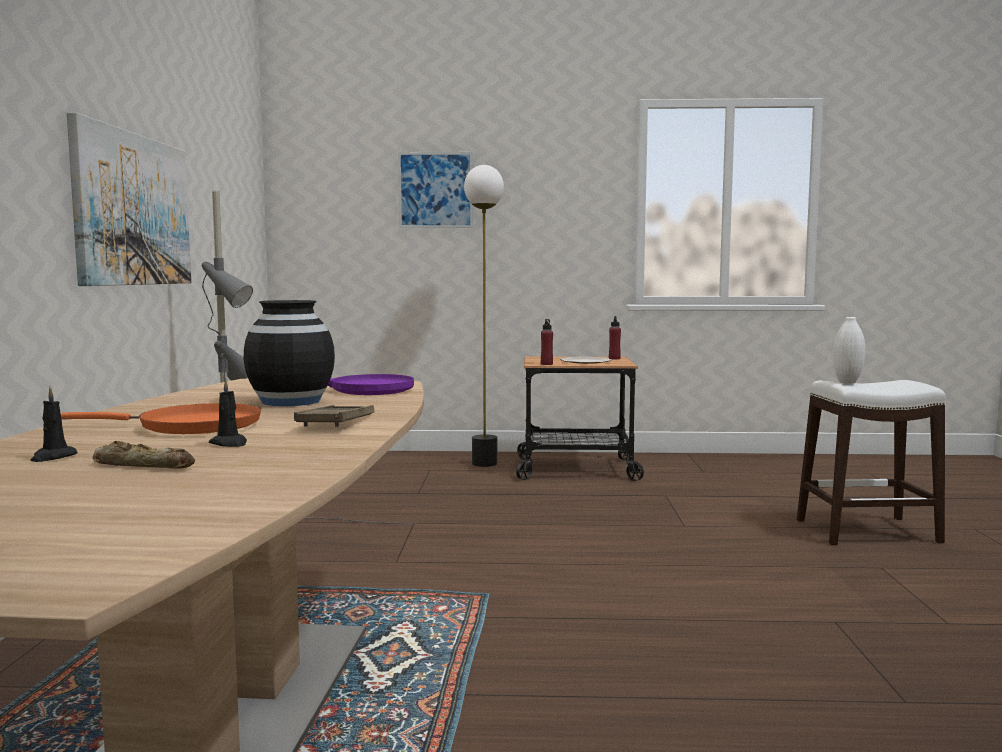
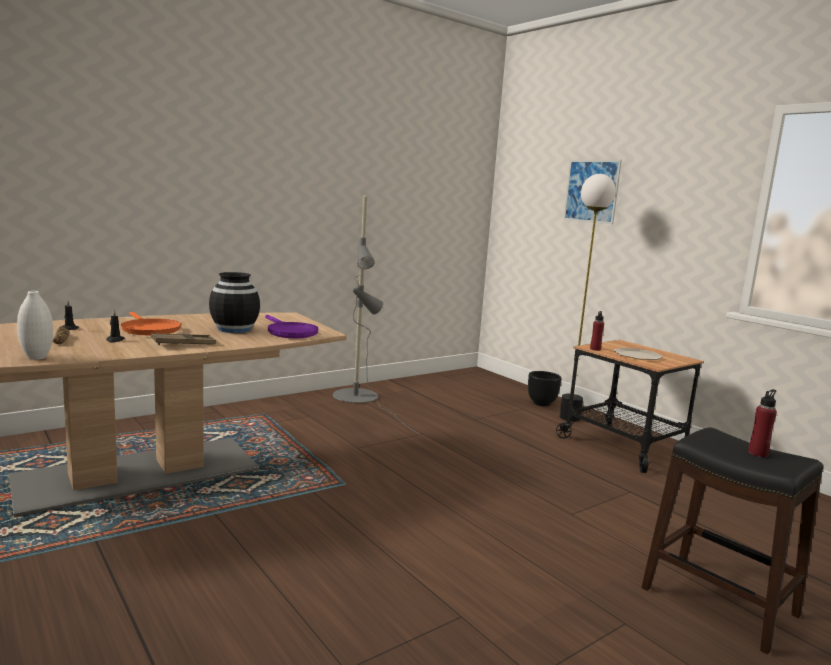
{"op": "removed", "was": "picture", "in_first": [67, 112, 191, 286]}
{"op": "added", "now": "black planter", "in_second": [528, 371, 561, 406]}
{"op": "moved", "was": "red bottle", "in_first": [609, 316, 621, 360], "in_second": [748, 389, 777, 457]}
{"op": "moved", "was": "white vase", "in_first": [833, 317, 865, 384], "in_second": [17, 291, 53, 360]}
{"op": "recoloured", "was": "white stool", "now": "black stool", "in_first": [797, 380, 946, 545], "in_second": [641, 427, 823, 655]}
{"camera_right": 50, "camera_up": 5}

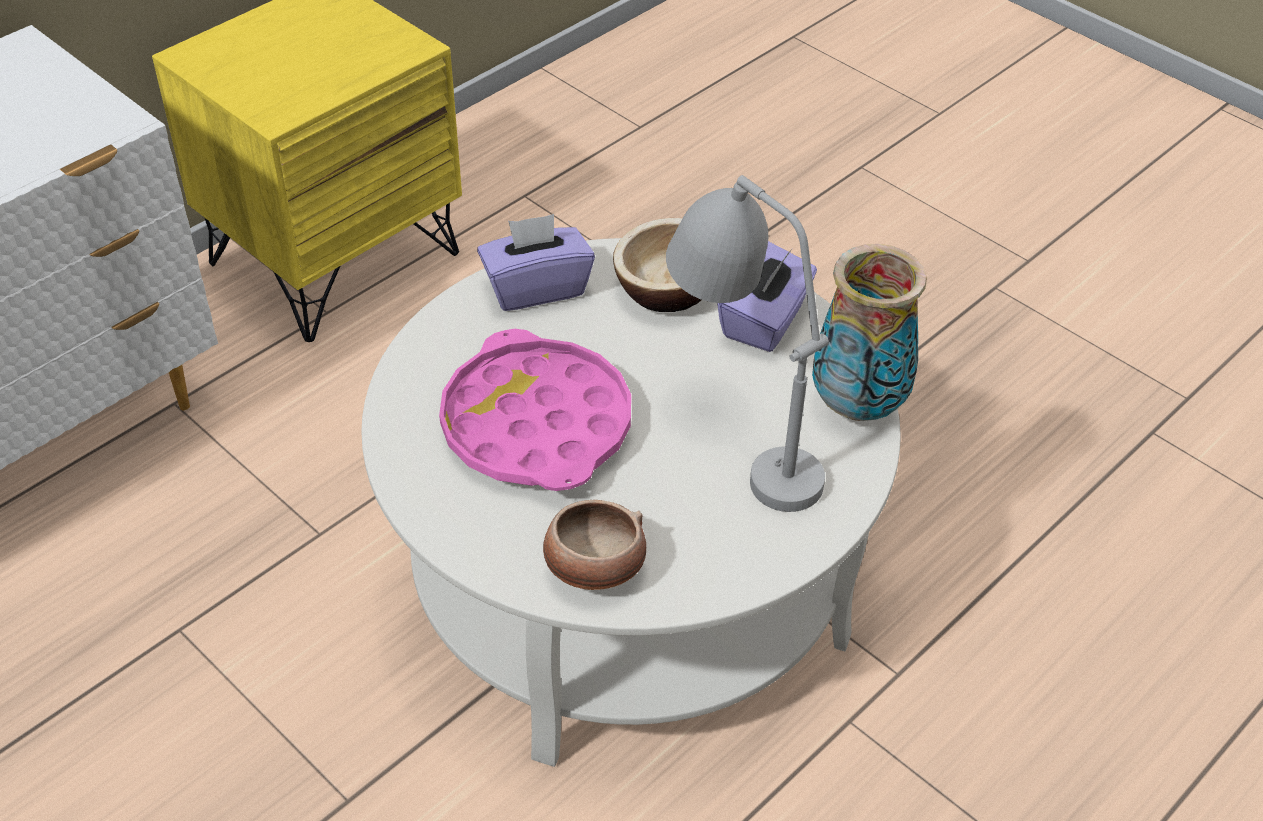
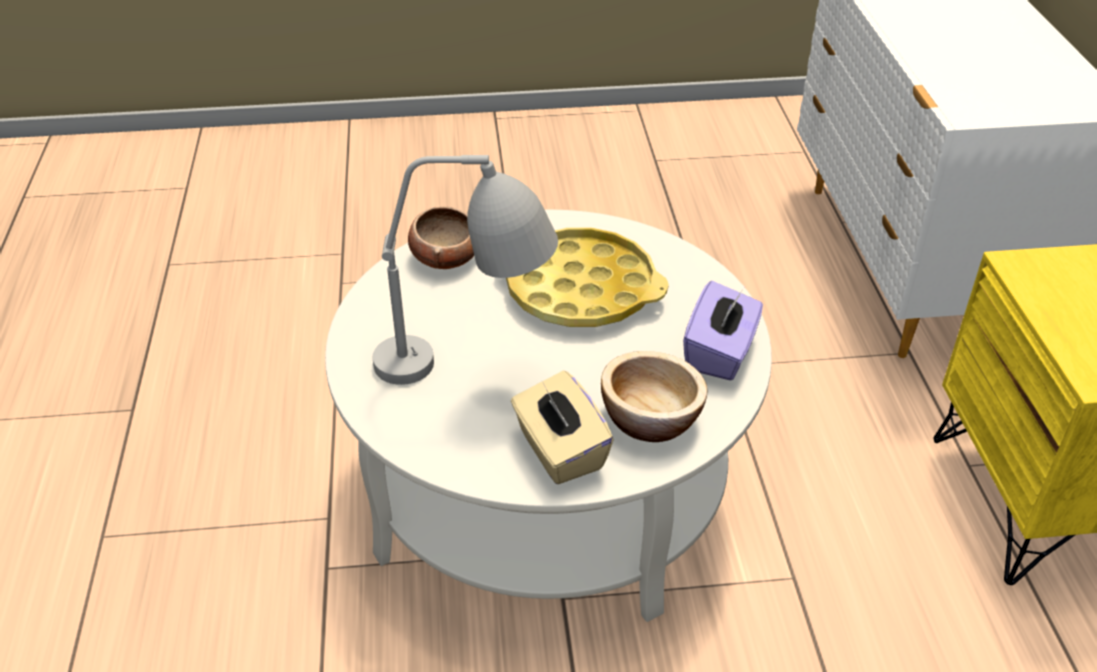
{"op": "removed", "was": "vase", "in_first": [812, 244, 927, 421]}
{"op": "recoloured", "was": "pink tray", "now": "yellow tray", "in_first": [439, 329, 631, 491], "in_second": [506, 228, 669, 327]}
{"op": "recoloured", "was": "purple tissue box", "now": "beige tissue box", "in_first": [717, 241, 817, 352], "in_second": [511, 371, 614, 484]}
{"camera_right": 130, "camera_up": -5}

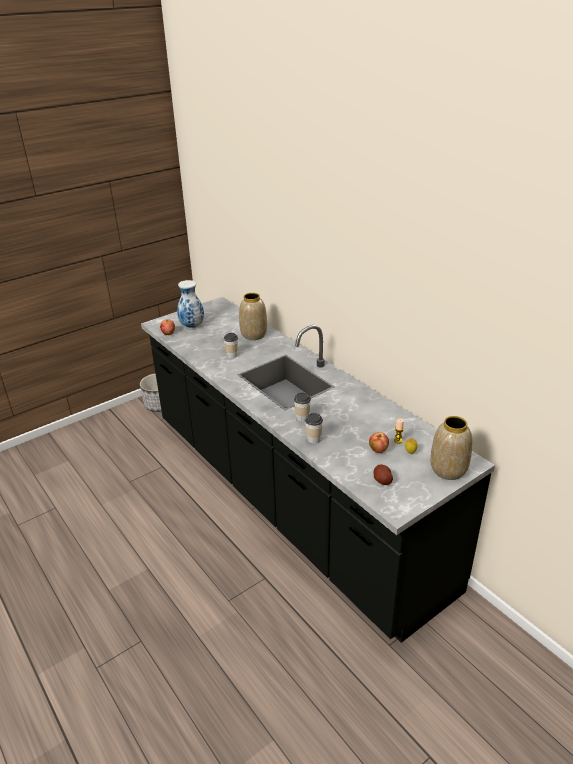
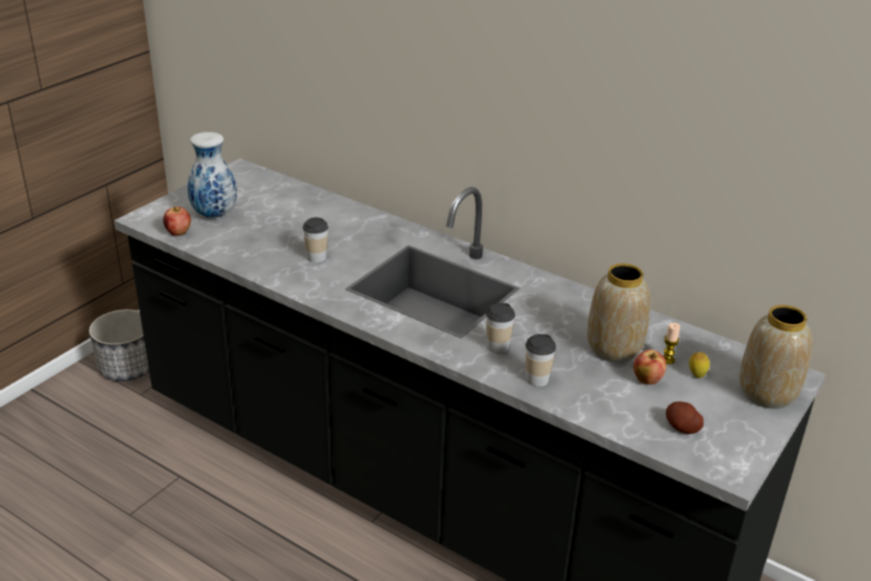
{"op": "moved", "was": "vase", "in_first": [239, 293, 267, 340], "in_second": [587, 263, 650, 363]}
{"camera_right": -20, "camera_up": 0}

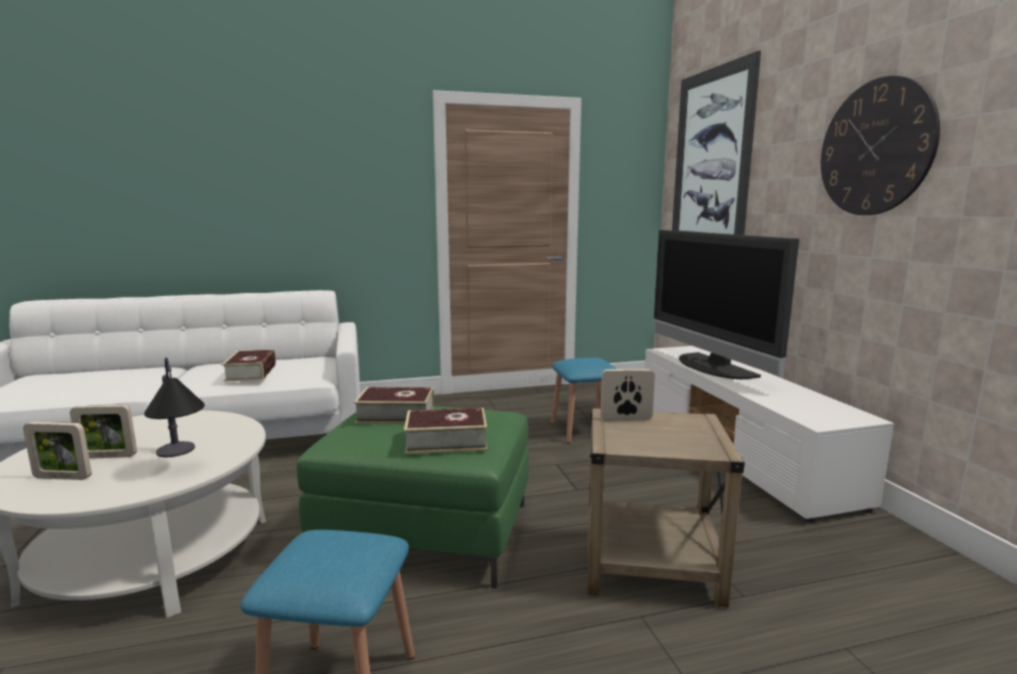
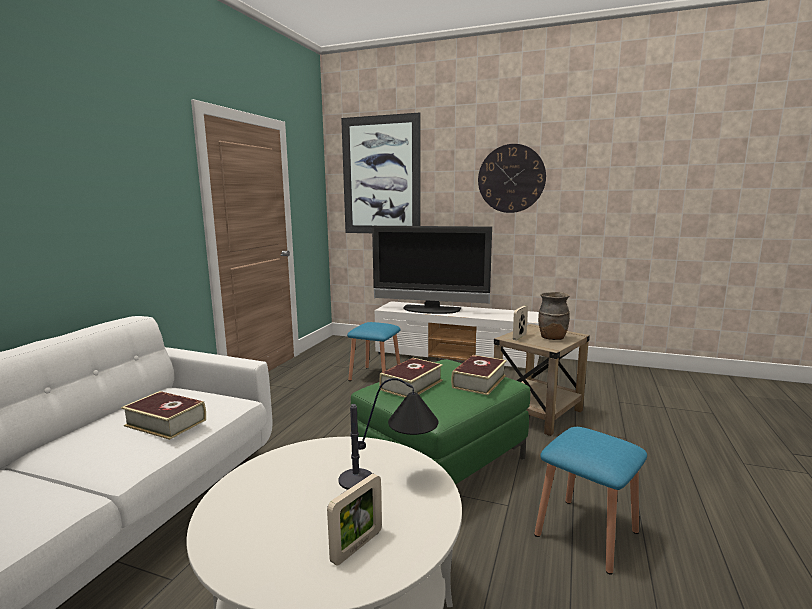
{"op": "removed", "was": "picture frame", "in_first": [70, 405, 137, 459]}
{"op": "added", "now": "brown vase", "in_second": [538, 292, 570, 340]}
{"camera_right": -55, "camera_up": 0}

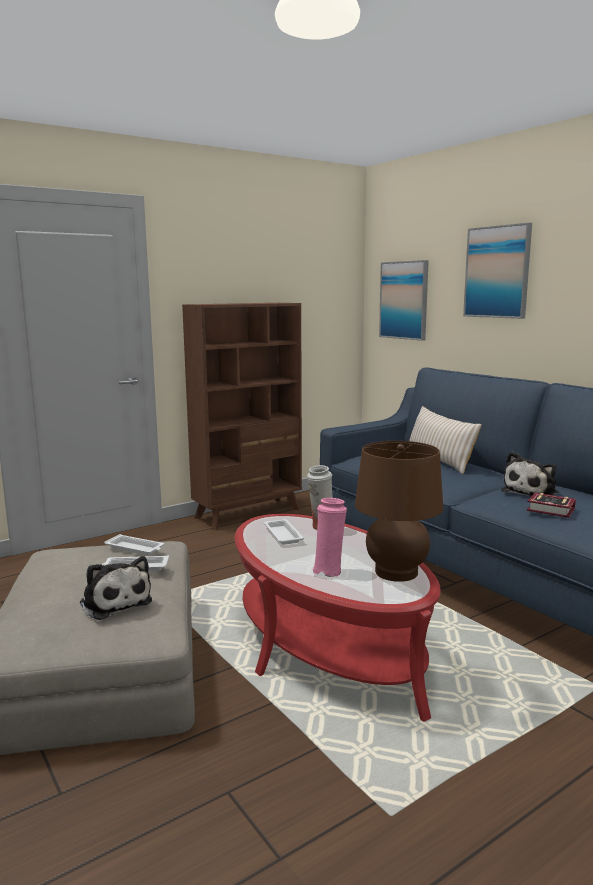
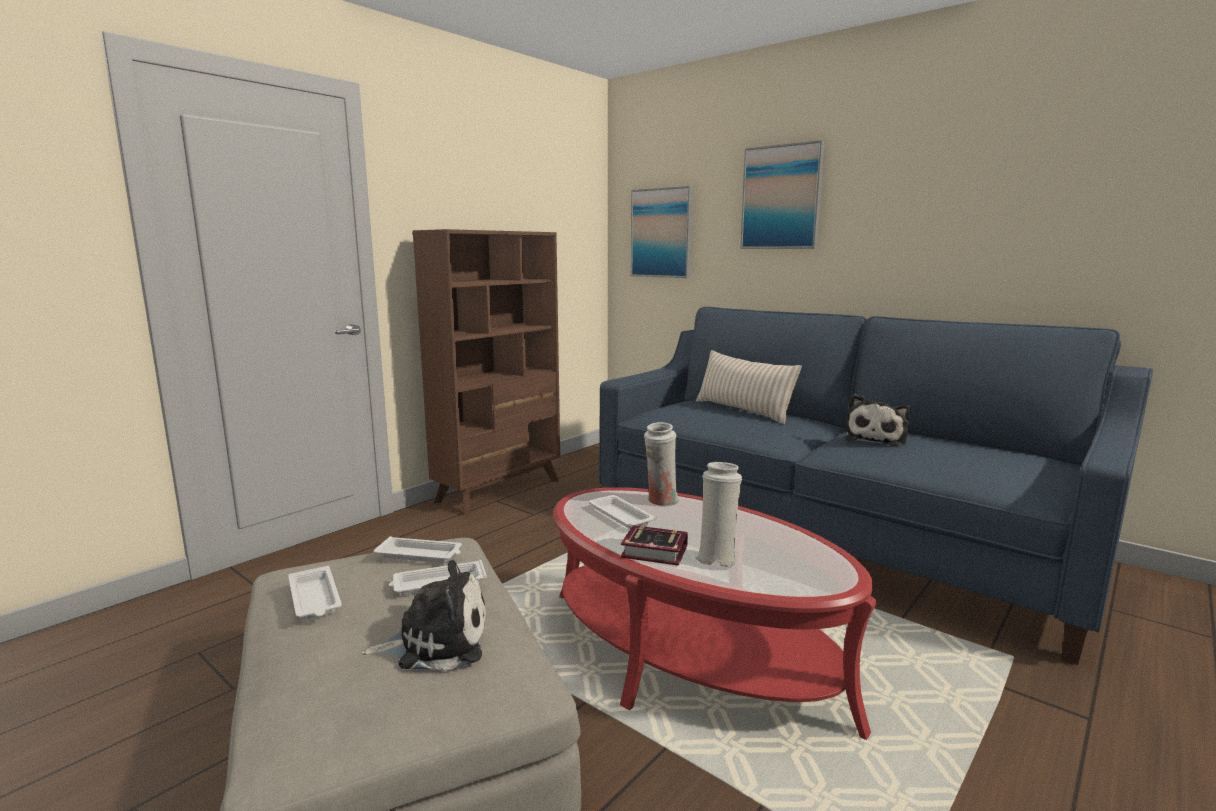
{"op": "removed", "was": "brown table lamp", "in_first": [355, 441, 443, 582]}
{"op": "added", "now": "white tray", "in_second": [288, 566, 342, 619]}
{"op": "moved", "was": "book", "in_first": [527, 493, 576, 518], "in_second": [621, 525, 688, 566]}
{"op": "recoloured", "was": "pink vase", "now": "white vase", "in_first": [313, 498, 347, 577], "in_second": [696, 462, 742, 567]}
{"op": "turned", "was": "plush toy", "in_first": [80, 556, 152, 620], "in_second": [362, 560, 486, 671], "clockwise": -45}
{"camera_right": -15, "camera_up": 0}

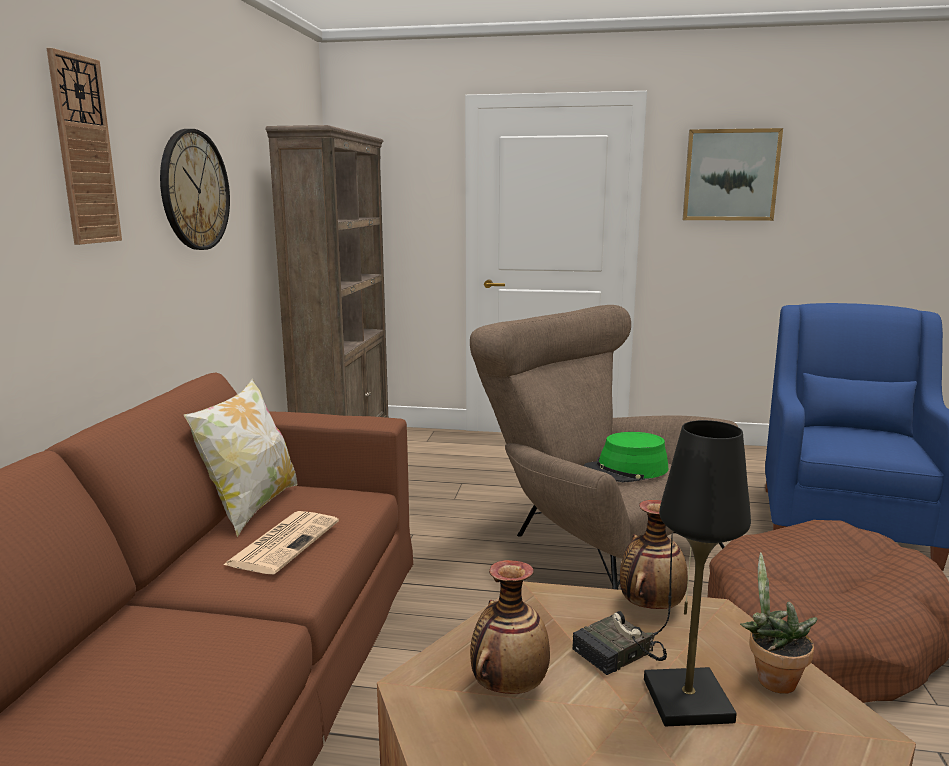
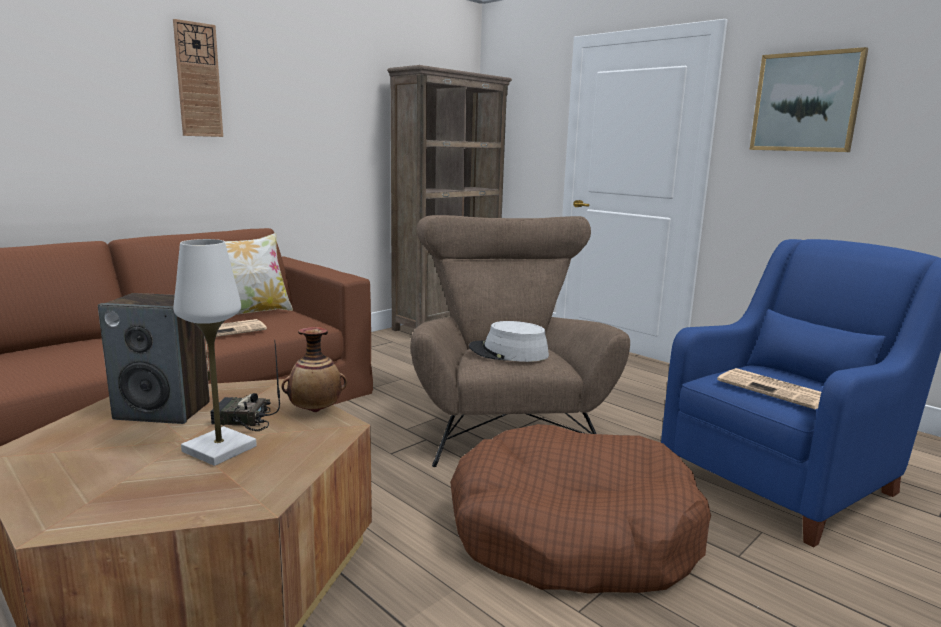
{"op": "removed", "was": "wall clock", "in_first": [160, 129, 230, 250]}
{"op": "removed", "was": "potted plant", "in_first": [740, 552, 818, 694]}
{"op": "added", "now": "newspaper", "in_second": [717, 368, 821, 409]}
{"op": "replaced", "was": "vase", "now": "speaker", "in_first": [470, 560, 550, 694], "in_second": [98, 293, 210, 424]}
{"op": "recoloured", "was": "green hat", "now": "grey hat", "in_first": [584, 432, 669, 482], "in_second": [469, 321, 549, 362]}
{"op": "recoloured", "was": "black table lamp", "now": "white table lamp", "in_first": [644, 420, 751, 727], "in_second": [174, 239, 257, 466]}
{"camera_right": 35, "camera_up": 0}

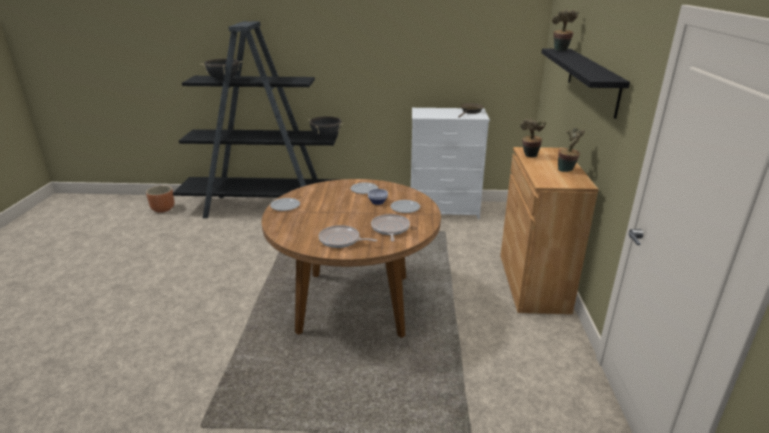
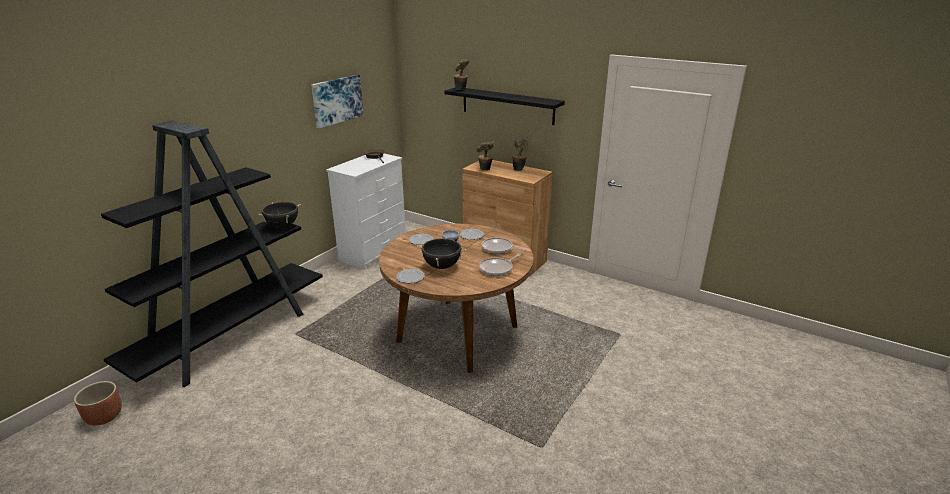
{"op": "added", "now": "picture", "in_second": [311, 75, 363, 128]}
{"op": "moved", "was": "black cooking pot", "in_first": [200, 59, 243, 81], "in_second": [417, 237, 466, 269]}
{"camera_right": -60, "camera_up": 0}

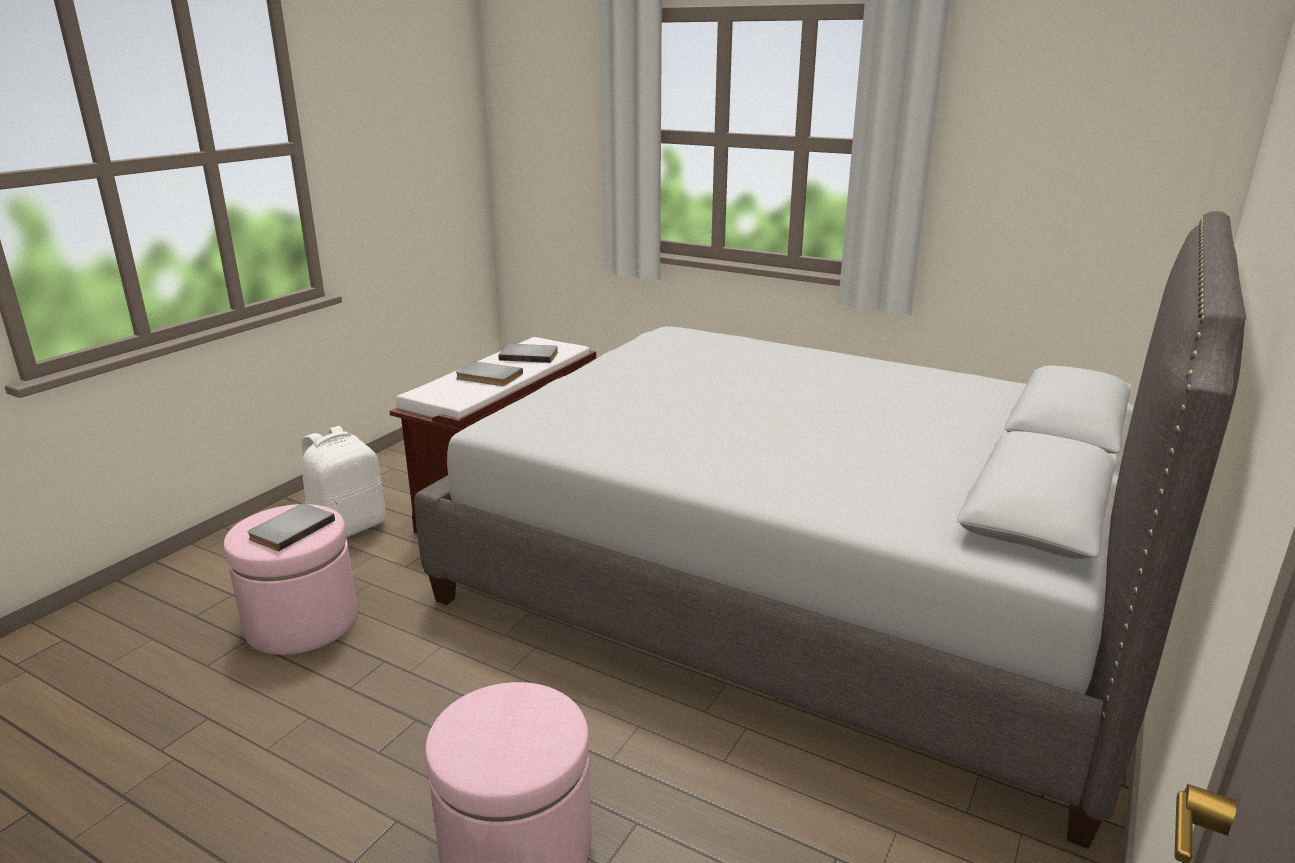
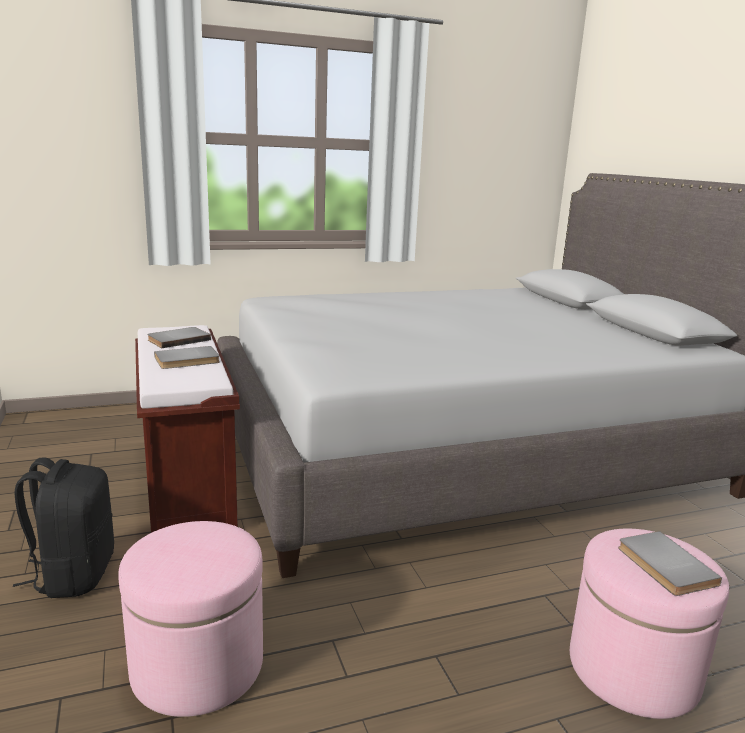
{"op": "moved", "was": "grey book", "in_first": [247, 503, 335, 551], "in_second": [618, 531, 722, 596]}
{"op": "recoloured", "was": "white backpack", "now": "black backpack", "in_first": [302, 426, 386, 537], "in_second": [13, 457, 114, 598]}
{"camera_right": -50, "camera_up": -5}

